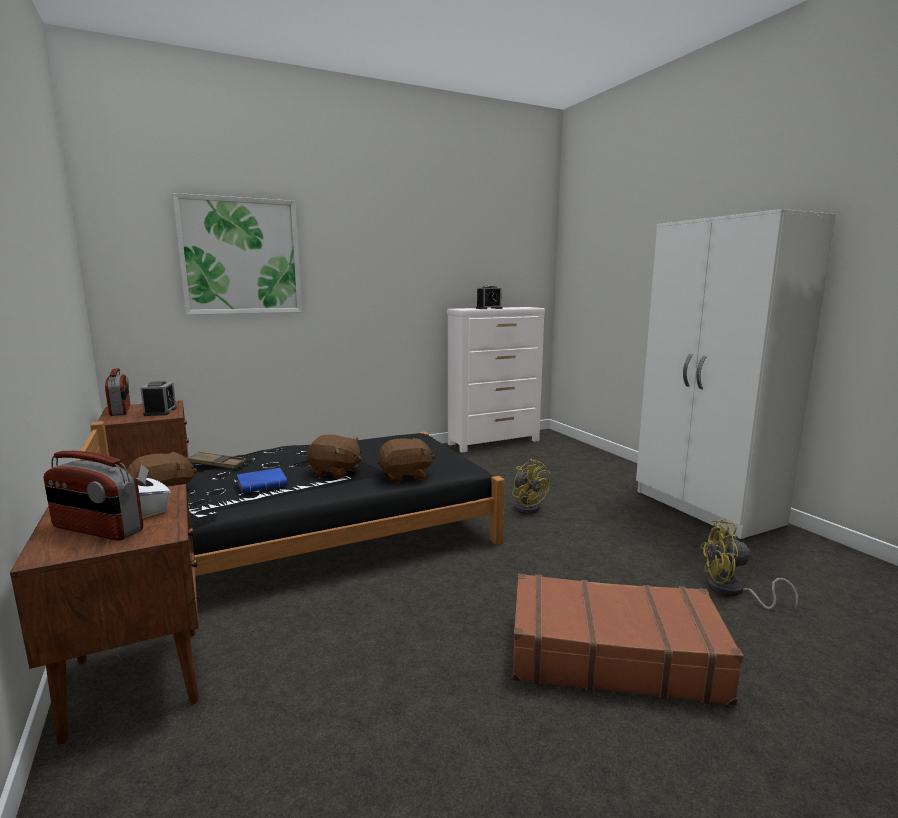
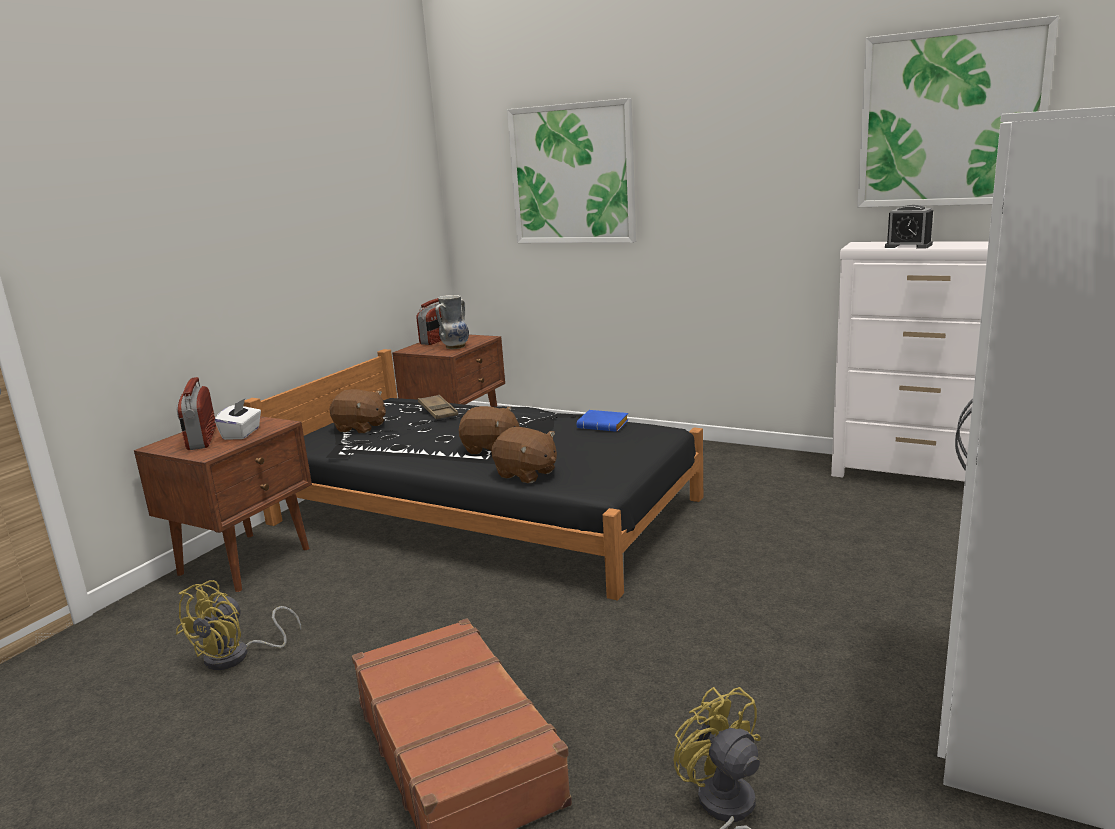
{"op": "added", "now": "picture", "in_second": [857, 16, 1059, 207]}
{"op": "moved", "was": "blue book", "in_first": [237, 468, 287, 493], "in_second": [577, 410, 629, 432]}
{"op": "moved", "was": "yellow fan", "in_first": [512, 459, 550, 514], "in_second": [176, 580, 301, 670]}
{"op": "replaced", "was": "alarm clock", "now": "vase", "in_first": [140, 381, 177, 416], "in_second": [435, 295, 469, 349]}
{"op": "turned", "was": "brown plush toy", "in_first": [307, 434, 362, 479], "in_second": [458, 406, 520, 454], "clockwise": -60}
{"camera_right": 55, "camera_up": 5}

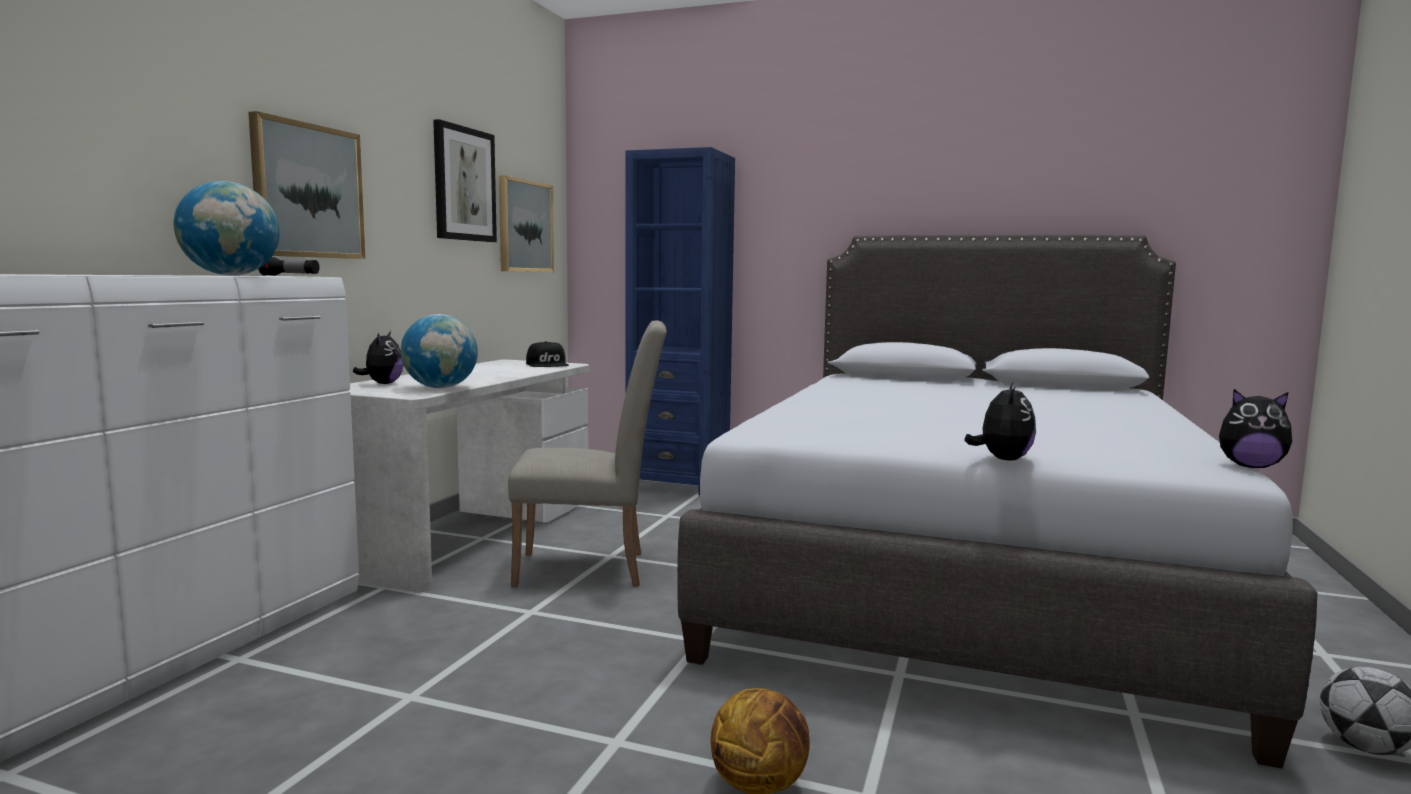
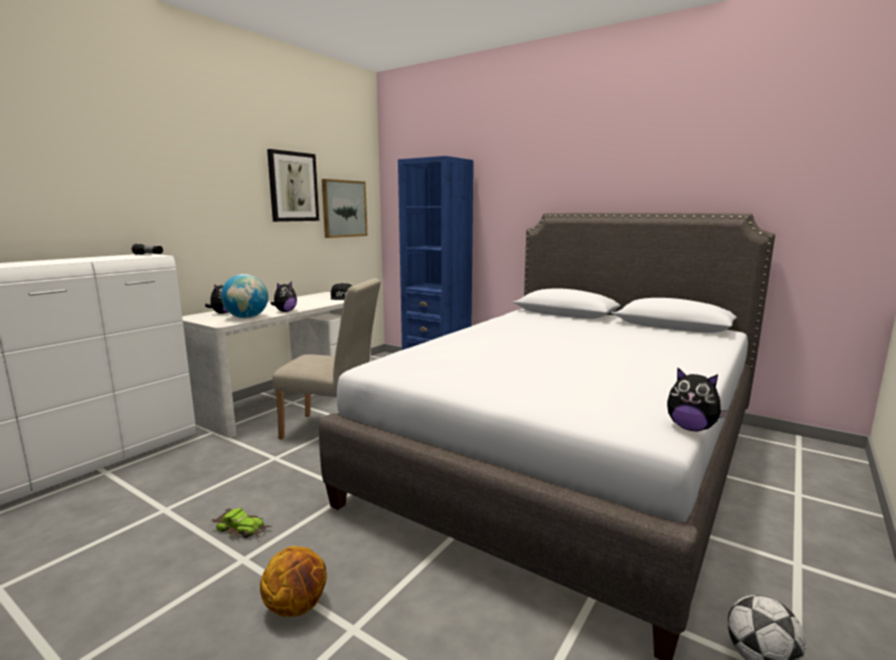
{"op": "removed", "was": "globe", "in_first": [174, 181, 280, 276]}
{"op": "removed", "was": "picture", "in_first": [248, 111, 365, 259]}
{"op": "added", "now": "toy car", "in_second": [212, 508, 273, 538]}
{"op": "moved", "was": "plush toy", "in_first": [964, 381, 1036, 460], "in_second": [270, 281, 297, 312]}
{"camera_right": 15, "camera_up": 5}

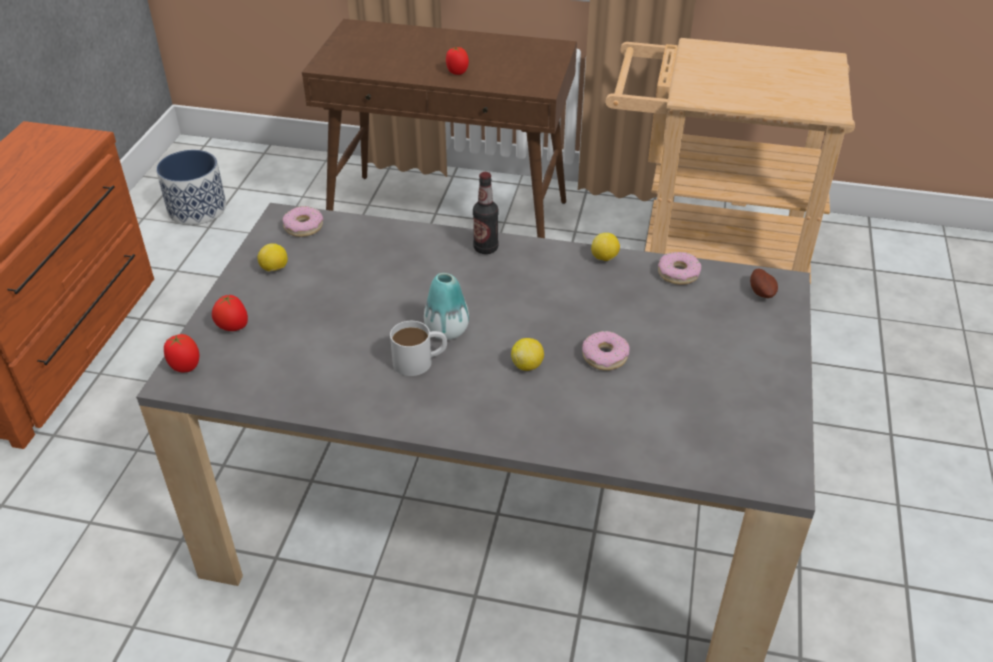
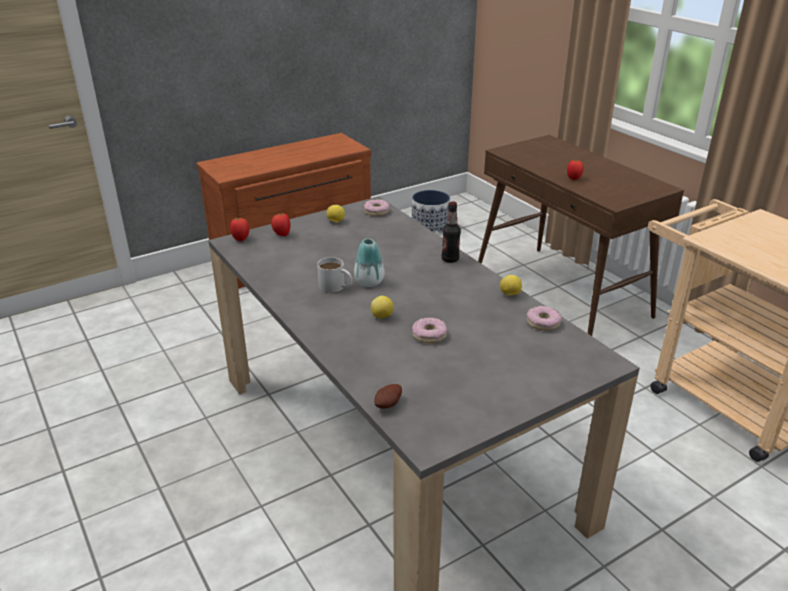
{"op": "moved", "was": "potato", "in_first": [750, 269, 778, 298], "in_second": [374, 384, 402, 409]}
{"camera_right": 45, "camera_up": -10}

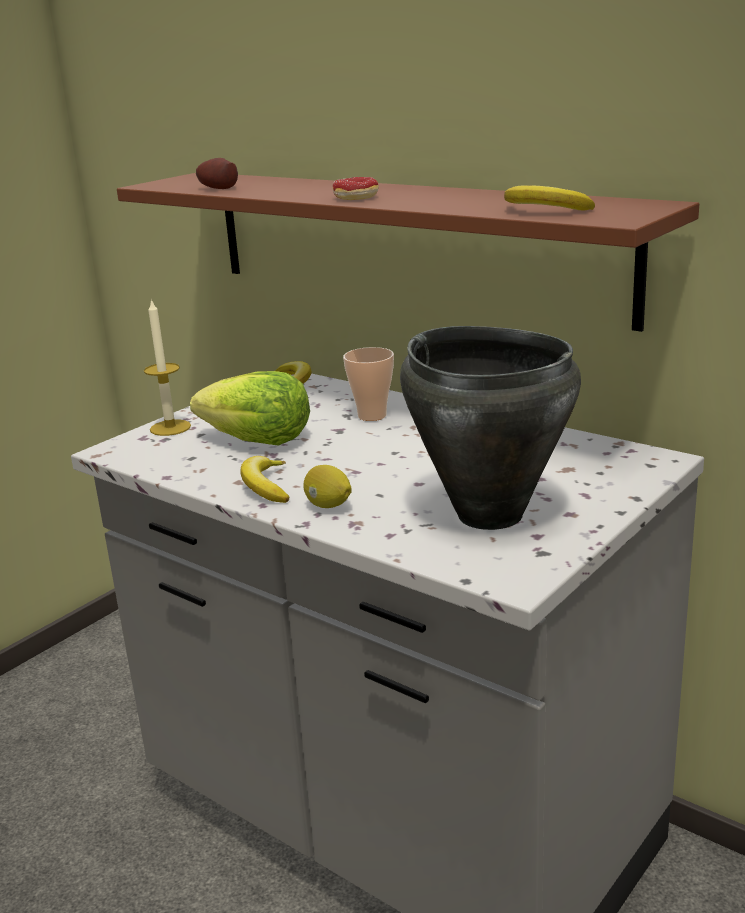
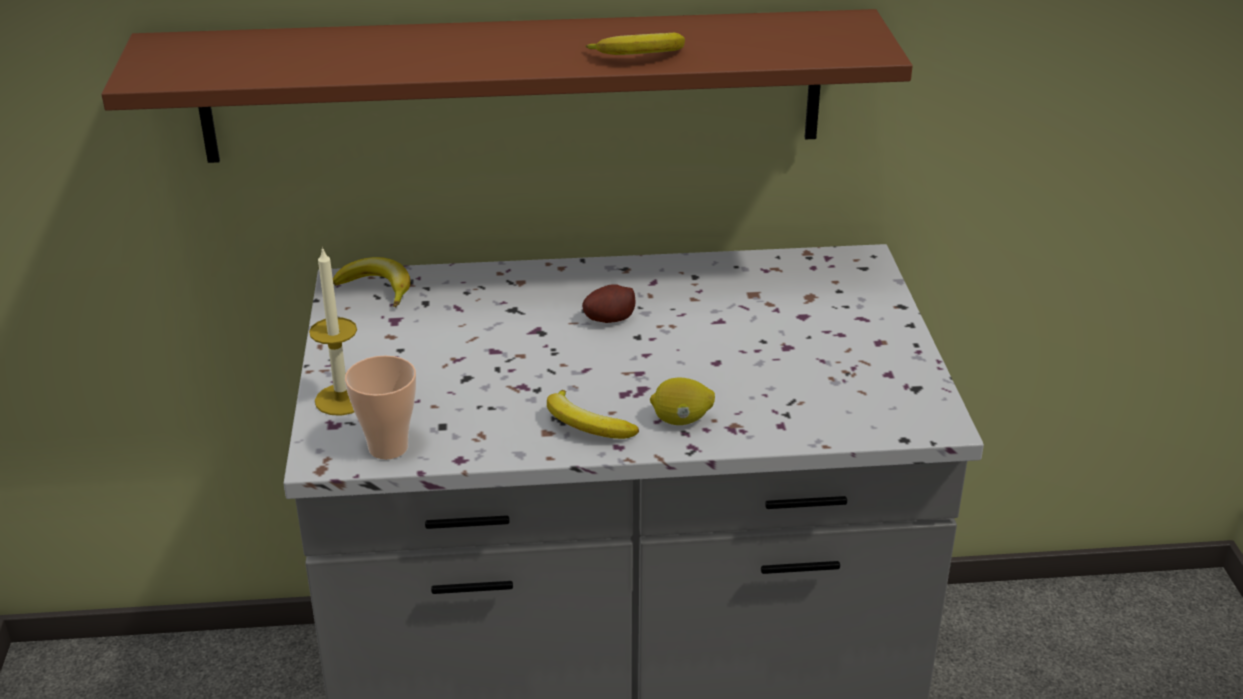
{"op": "removed", "was": "lettuce", "in_first": [190, 371, 310, 446]}
{"op": "removed", "was": "donut", "in_first": [333, 177, 379, 200]}
{"op": "removed", "was": "black cooking pot", "in_first": [400, 326, 581, 530]}
{"op": "moved", "was": "potato", "in_first": [196, 158, 238, 189], "in_second": [582, 284, 636, 323]}
{"op": "moved", "was": "cup", "in_first": [343, 347, 394, 421], "in_second": [345, 355, 416, 460]}
{"op": "moved", "was": "banana", "in_first": [504, 185, 595, 210], "in_second": [585, 33, 685, 55]}
{"camera_right": -45, "camera_up": 10}

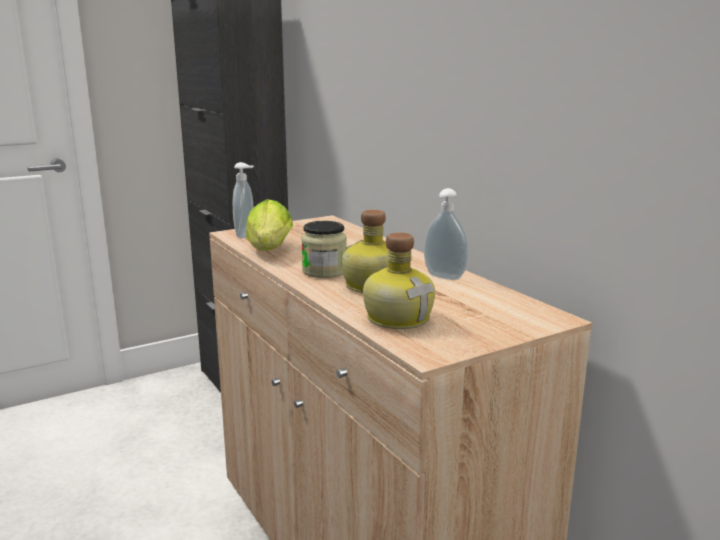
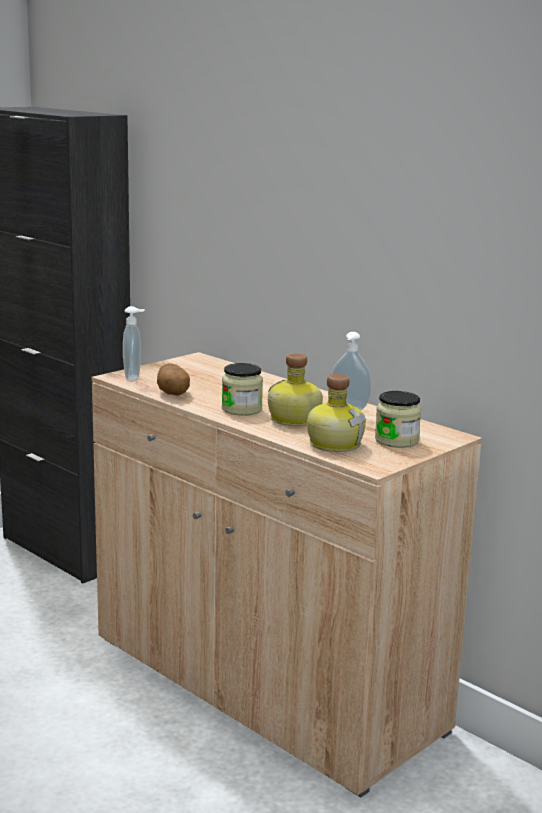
{"op": "added", "now": "jar", "in_second": [375, 391, 421, 448]}
{"op": "replaced", "was": "lettuce", "now": "potato", "in_first": [246, 199, 293, 251], "in_second": [157, 363, 190, 396]}
{"camera_right": -15, "camera_up": 0}

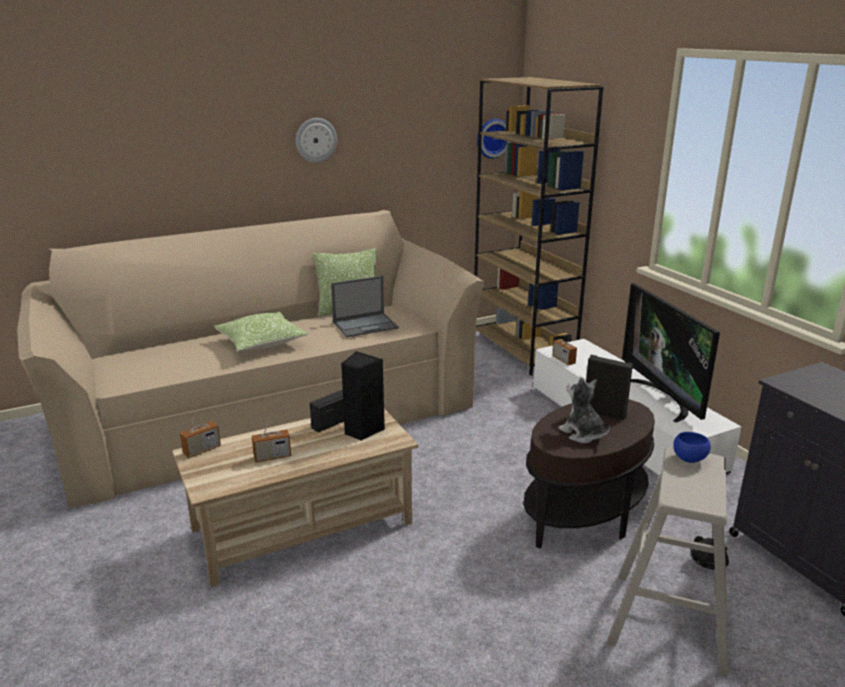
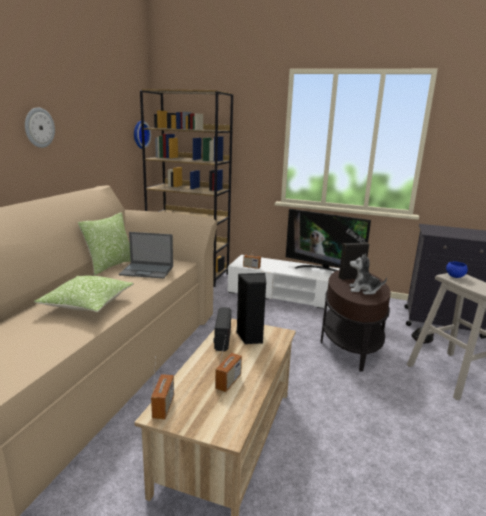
{"op": "turned", "was": "laptop", "in_first": [331, 276, 399, 337], "in_second": [119, 232, 173, 279], "clockwise": 75}
{"camera_right": -45, "camera_up": -5}

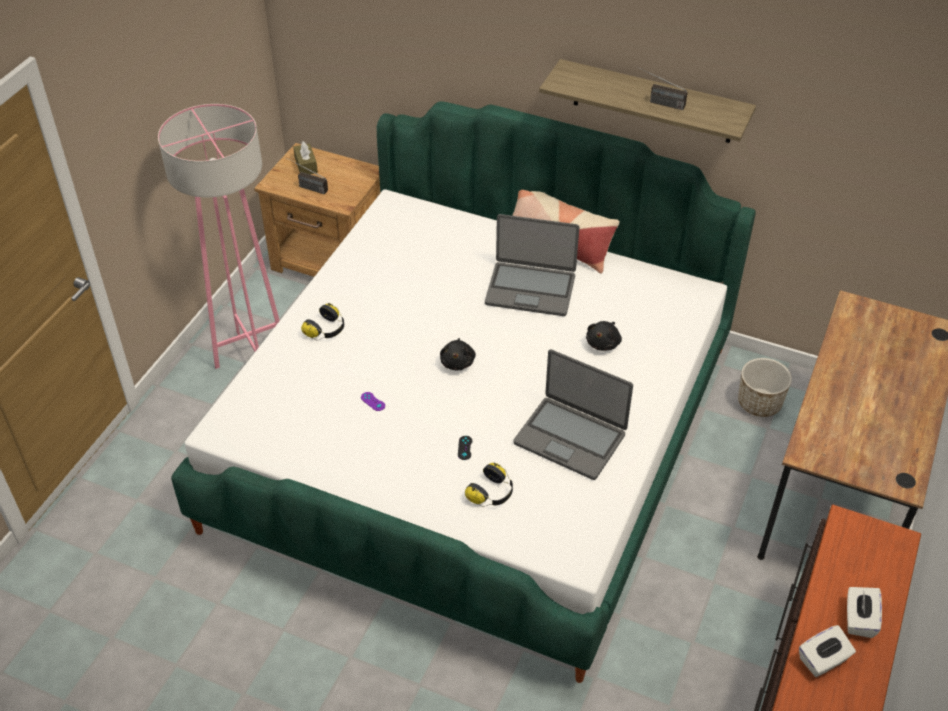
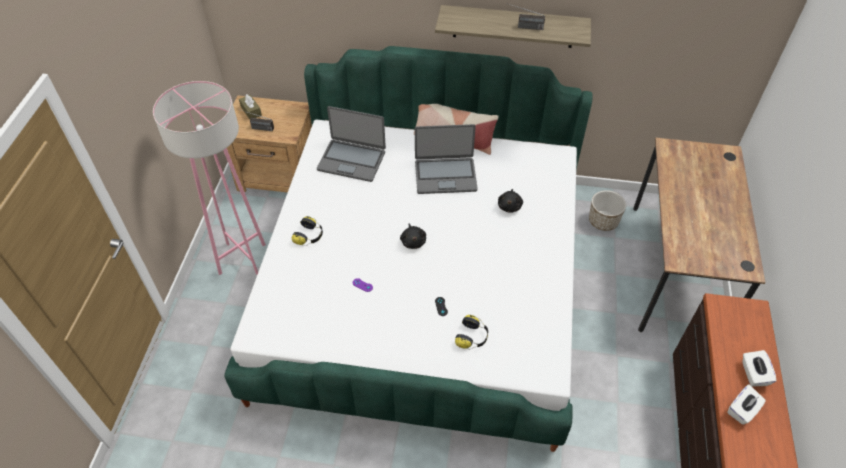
{"op": "moved", "was": "laptop", "in_first": [513, 349, 633, 480], "in_second": [317, 106, 386, 182]}
{"camera_right": -15, "camera_up": 5}

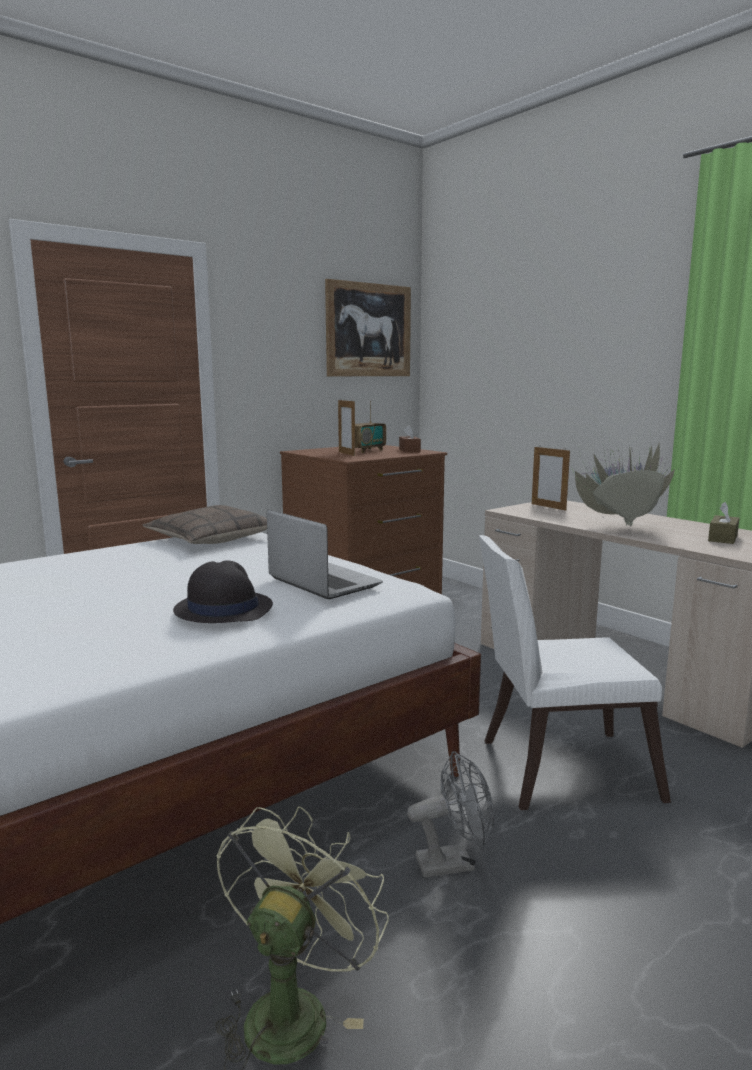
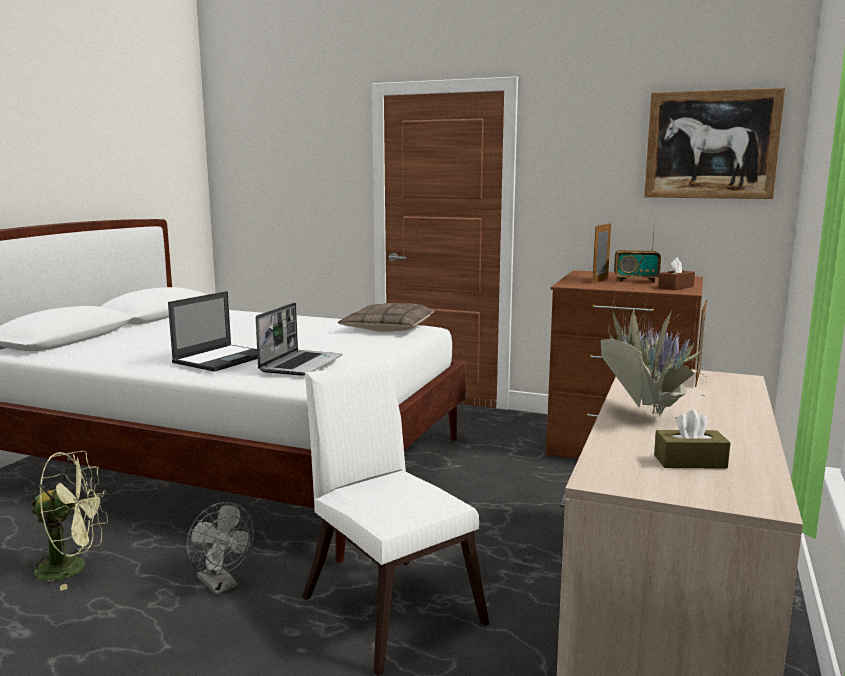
{"op": "replaced", "was": "black hat", "now": "laptop", "in_first": [173, 560, 273, 623], "in_second": [168, 291, 258, 372]}
{"camera_right": 60, "camera_up": 0}

